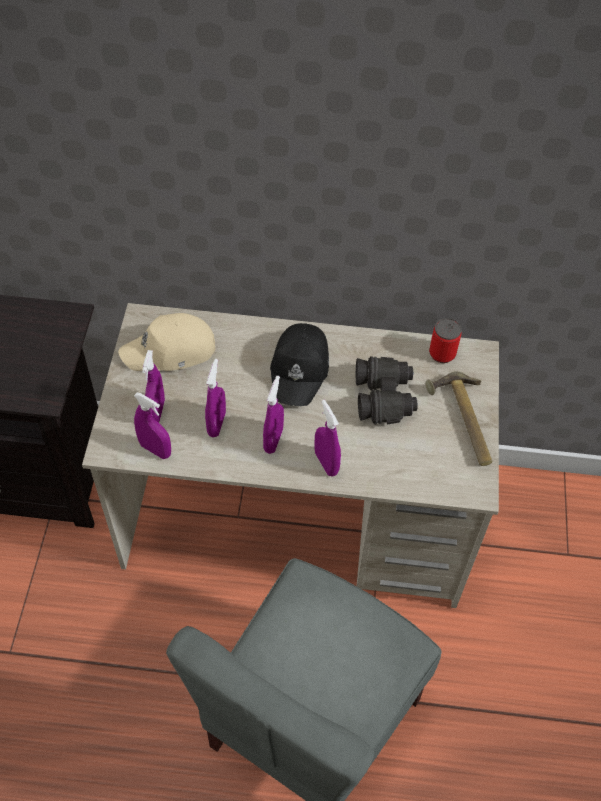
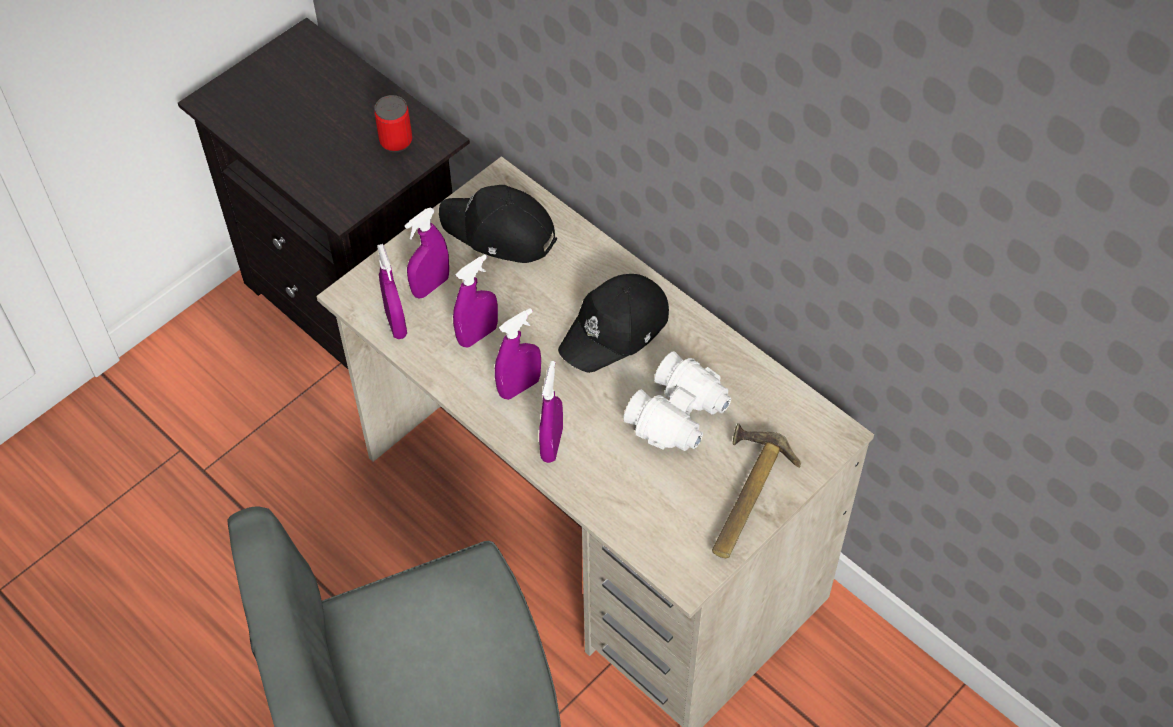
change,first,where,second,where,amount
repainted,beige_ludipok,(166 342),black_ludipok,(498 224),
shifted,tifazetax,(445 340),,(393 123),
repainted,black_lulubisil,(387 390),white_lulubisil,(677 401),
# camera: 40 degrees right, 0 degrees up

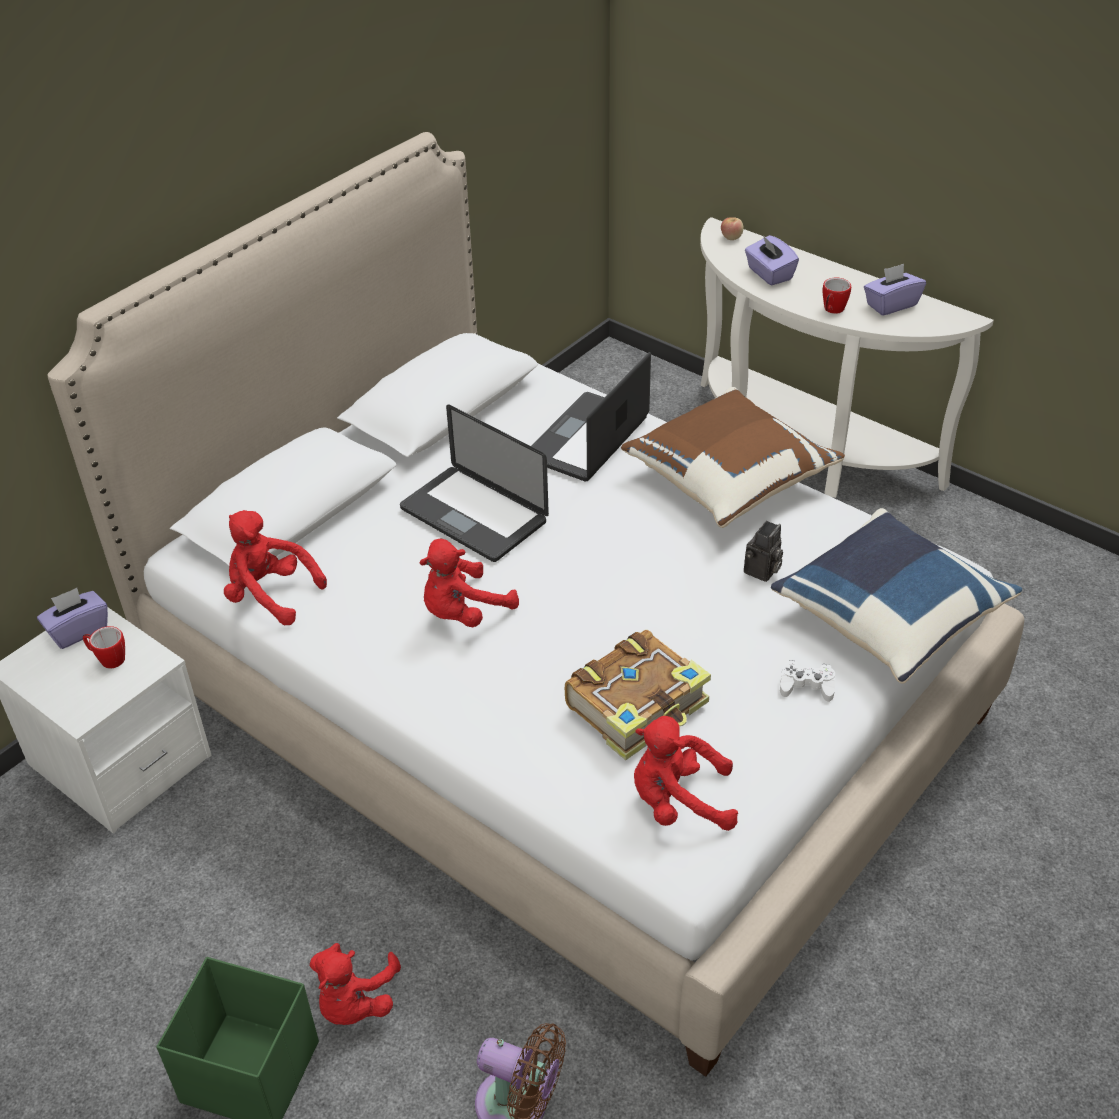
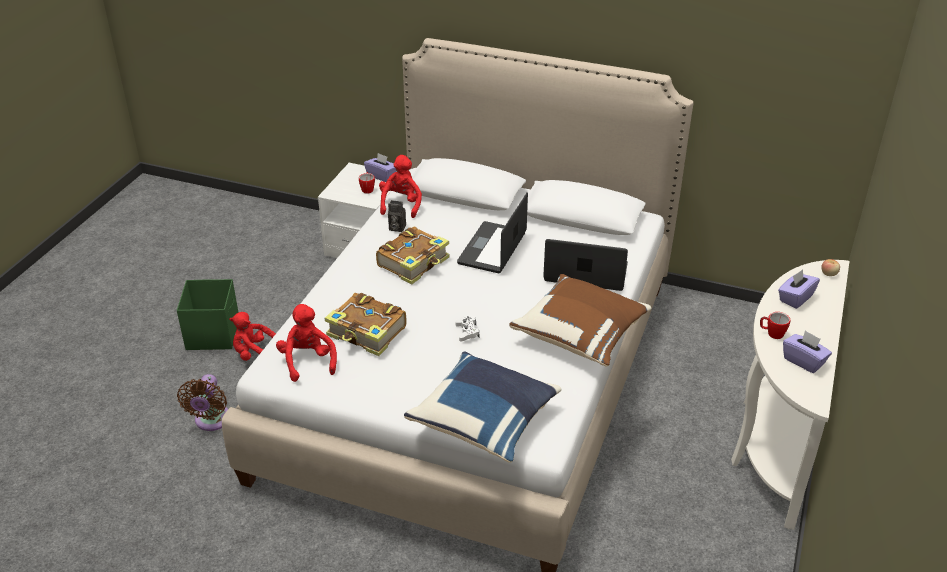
change,first,where,second,where,amount
shifted,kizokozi,(763 551),,(397 216),
swapped,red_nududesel,(469 583),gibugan,(412 255),
shifted,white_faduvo,(807 681),,(467 328),
# camera: 70 degrees right, 5 degrees down

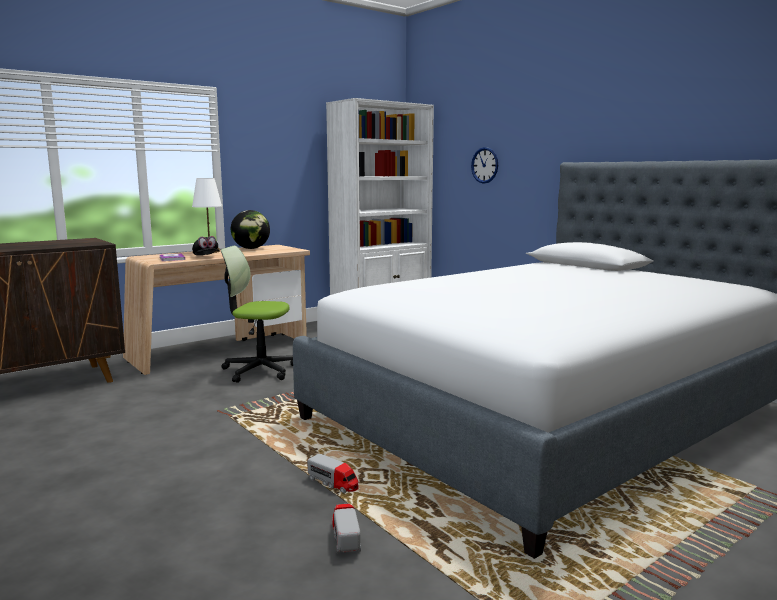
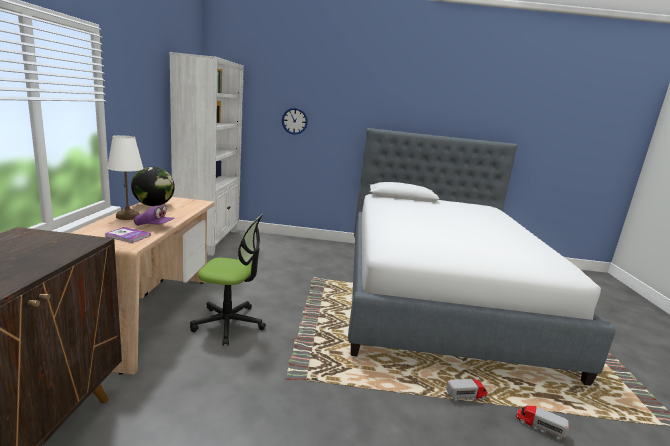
change,first,where,second,where,amount
repainted,black_ludipok,(206 245),purple_ludipok,(154 215),
rotated,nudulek,(257 314),,(228 279),135 degrees counterclockwise
# camera: 50 degrees left, 5 degrees up

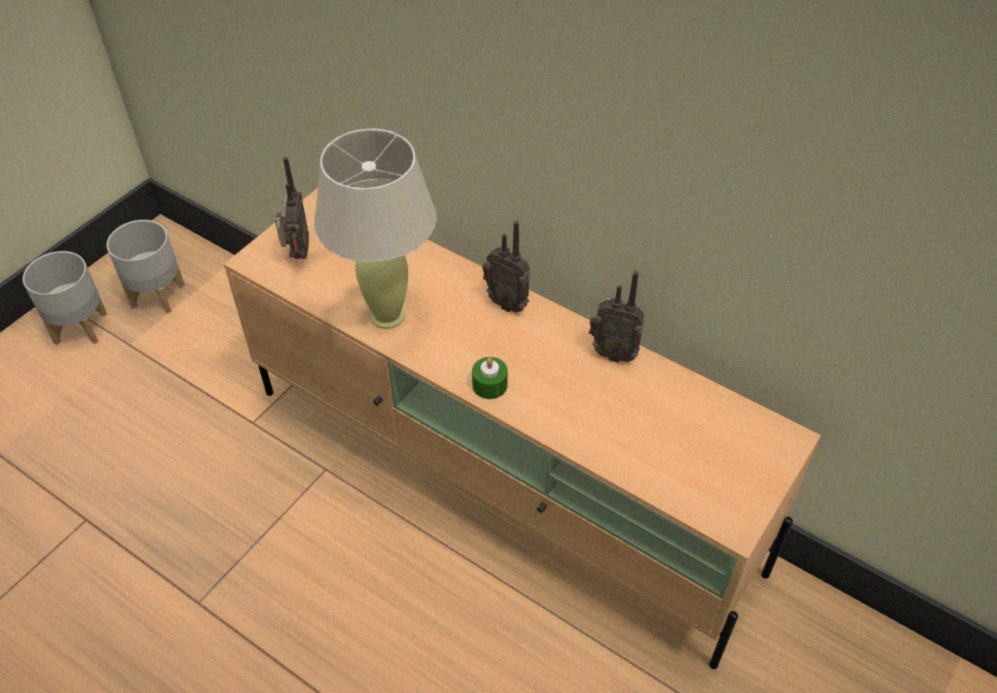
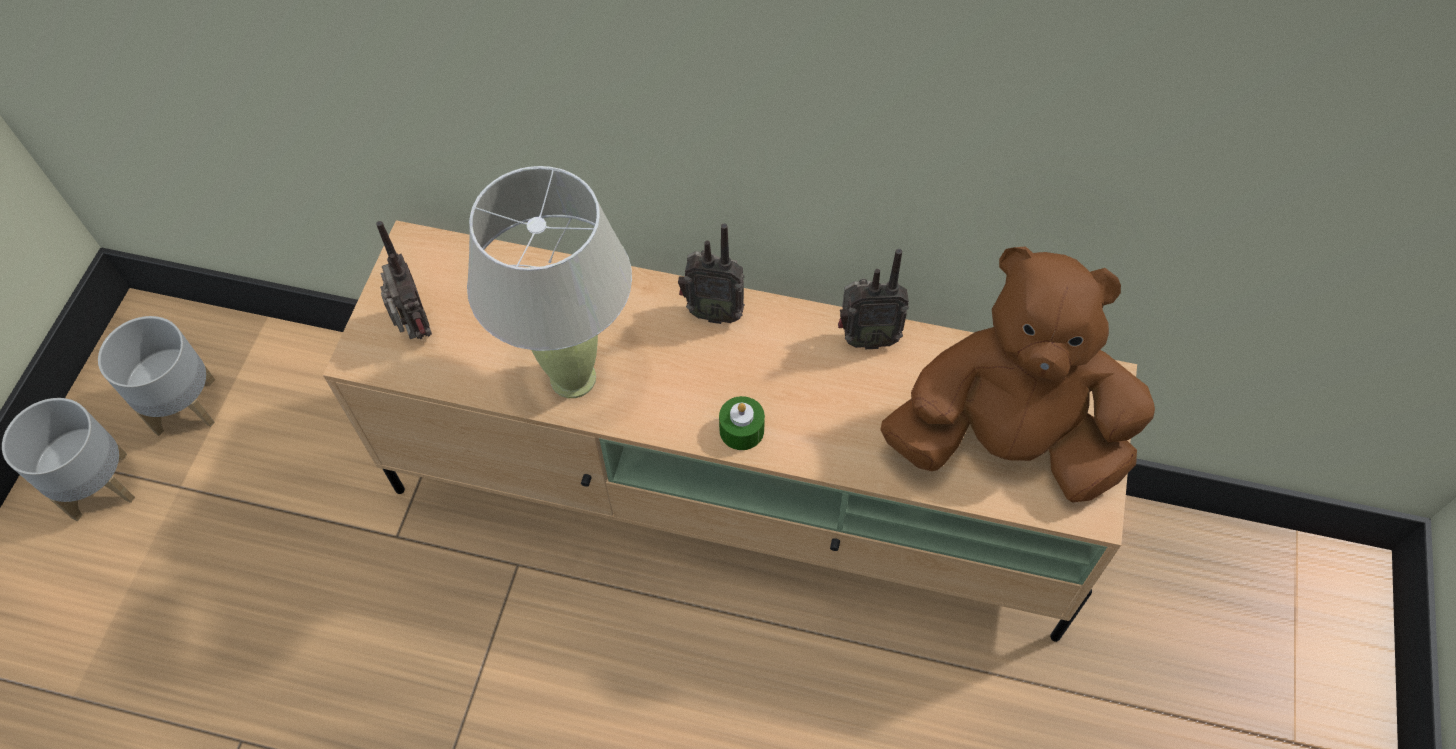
change,first,where,second,where,amount
new,,,brown_nududesel,(1017 374),
# camera: 20 degrees left, 10 degrees up

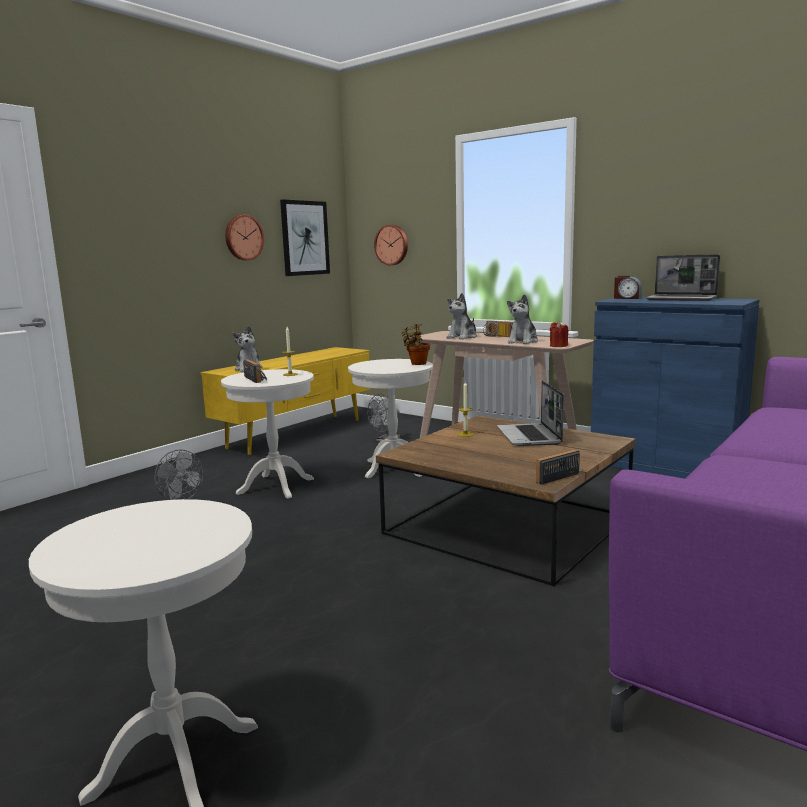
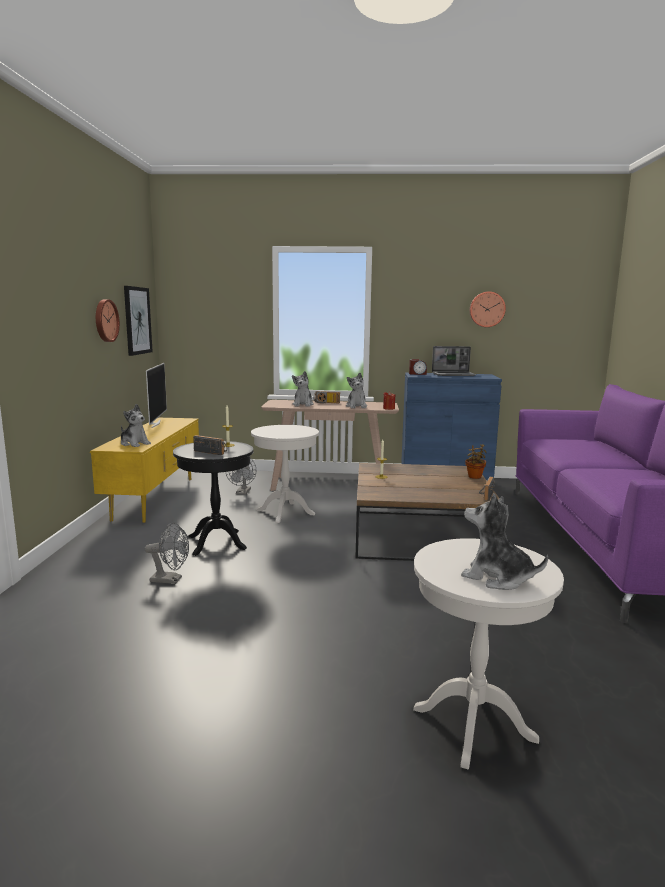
change,first,where,second,where,amount
shifted,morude,(391 245),,(488 309),
shifted,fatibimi,(416 344),,(475 461),
repainted,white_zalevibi,(267 434),black_zalevibi,(213 498),
gone,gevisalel,(530 413),,,
new,,,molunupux,(156 395),
new,,,nududesel,(504 541),
# camera: 35 degrees left, 0 degrees up

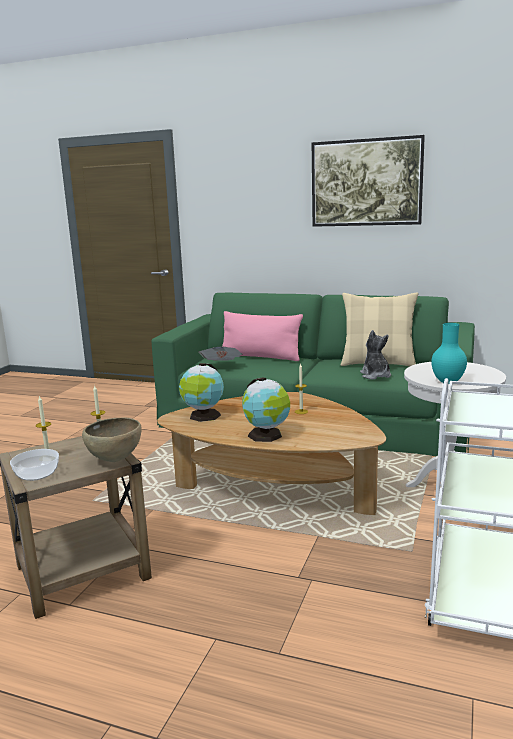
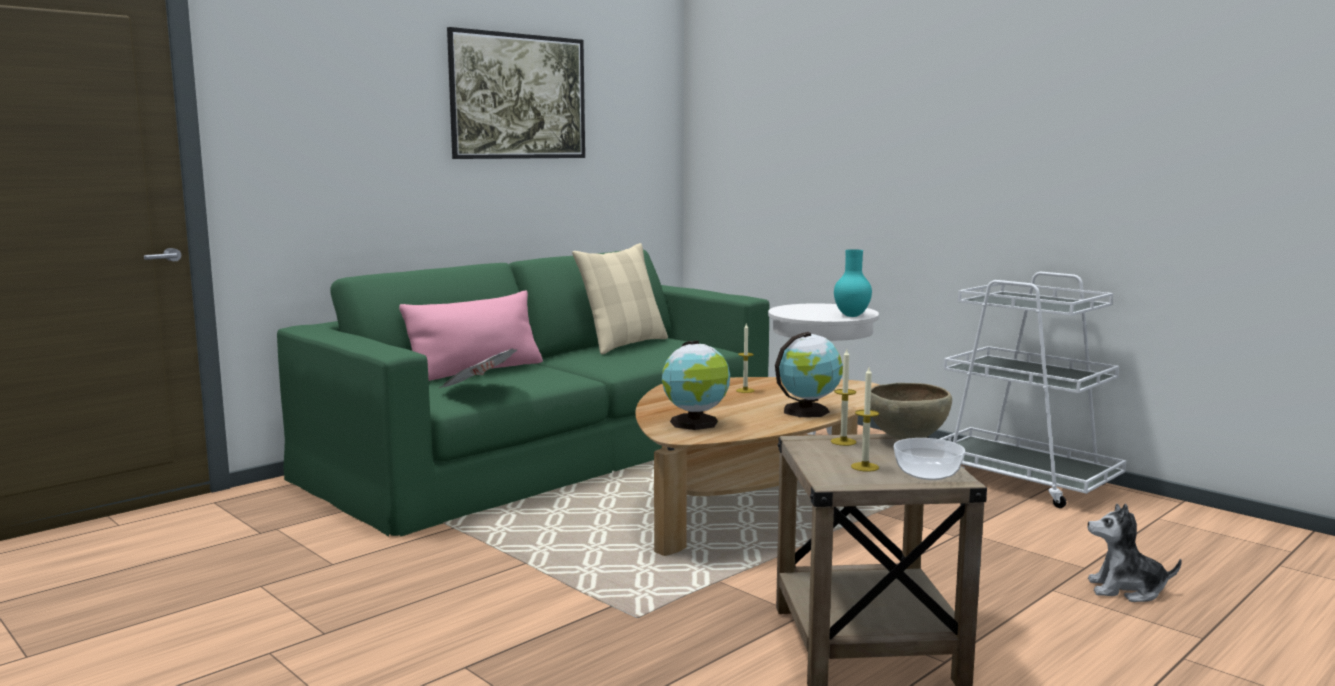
change,first,where,second,where,amount
shifted,nududesel,(375 355),,(1135 552),
# camera: 65 degrees left, 5 degrees down

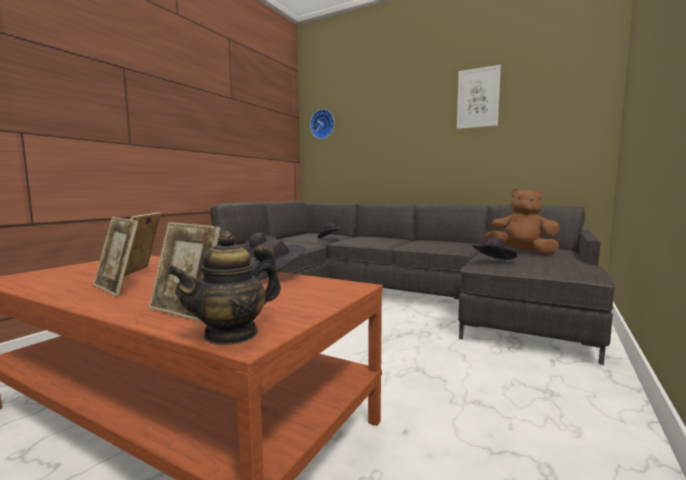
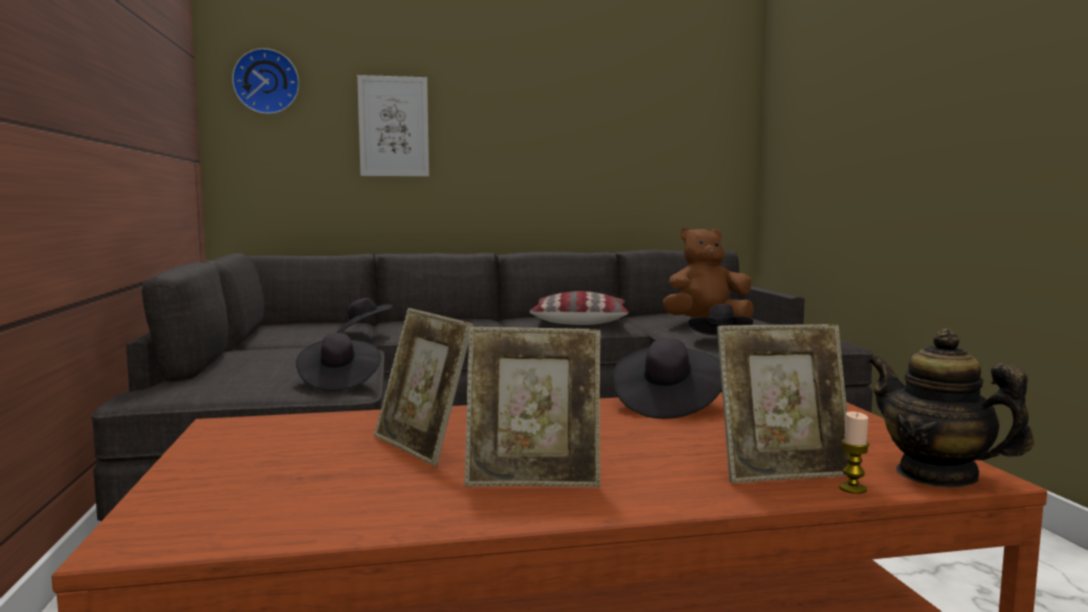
change,first,where,second,where,amount
shifted,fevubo,(479 97),,(393 126),
rotated,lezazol,(224 288),,(951 408),135 degrees clockwise
new,,,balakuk,(579 308),
new,,,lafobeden,(854 452),
# camera: 40 degrees left, 0 degrees up

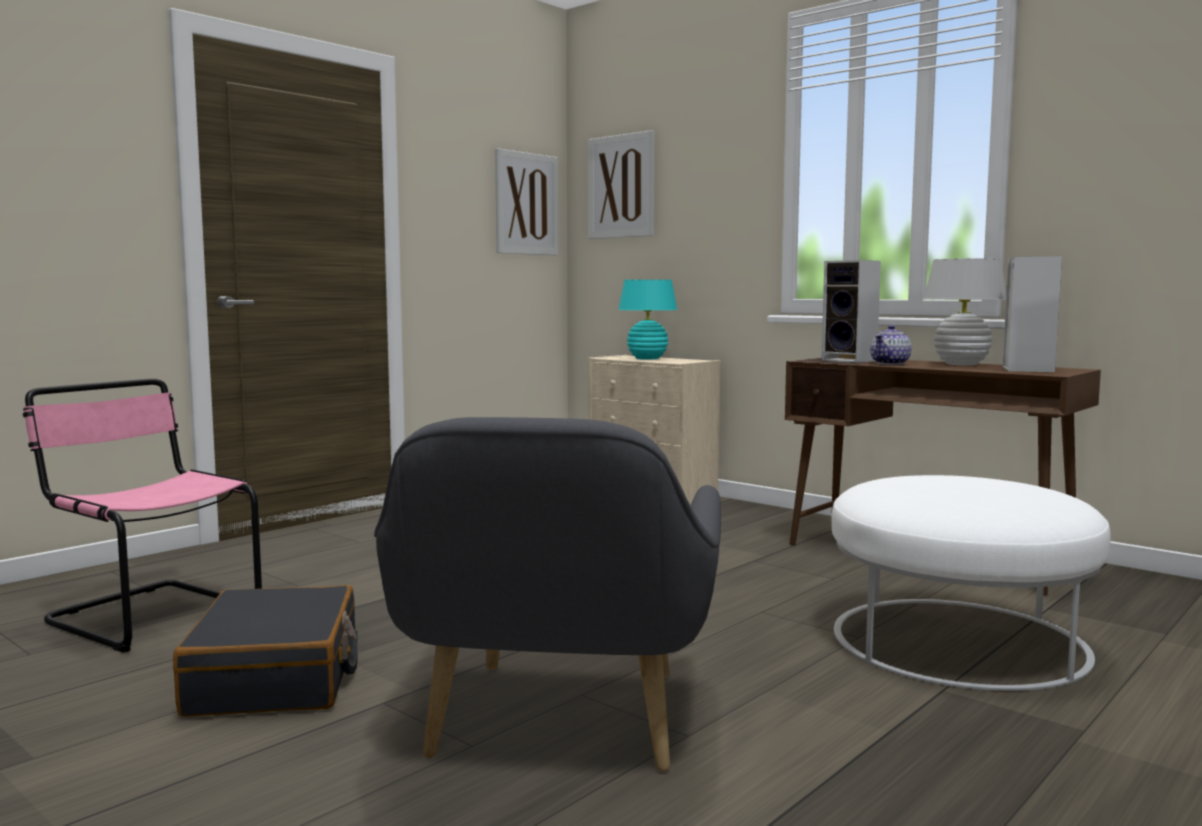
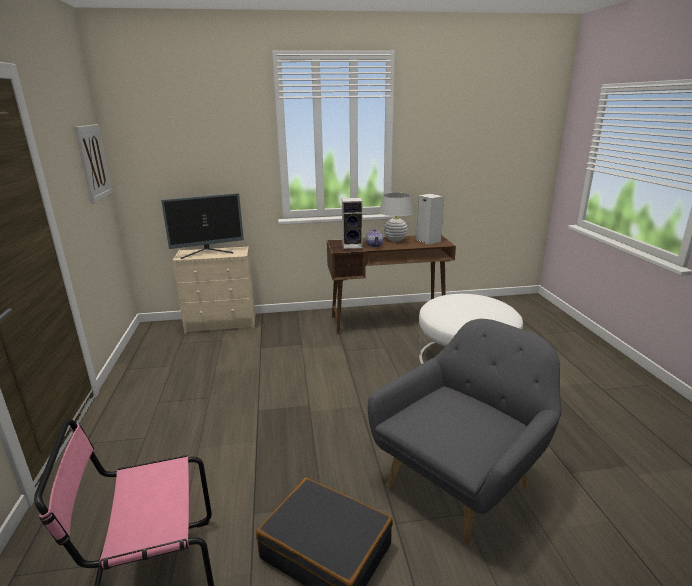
change,first,where,second,where,amount
gone,fevubo,(621 184),,,
swapped,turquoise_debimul,(647 320),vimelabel,(202 226),
rotated,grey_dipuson,(547 594),,(464 432),90 degrees counterclockwise
# camera: 50 degrees left, 15 degrees up

